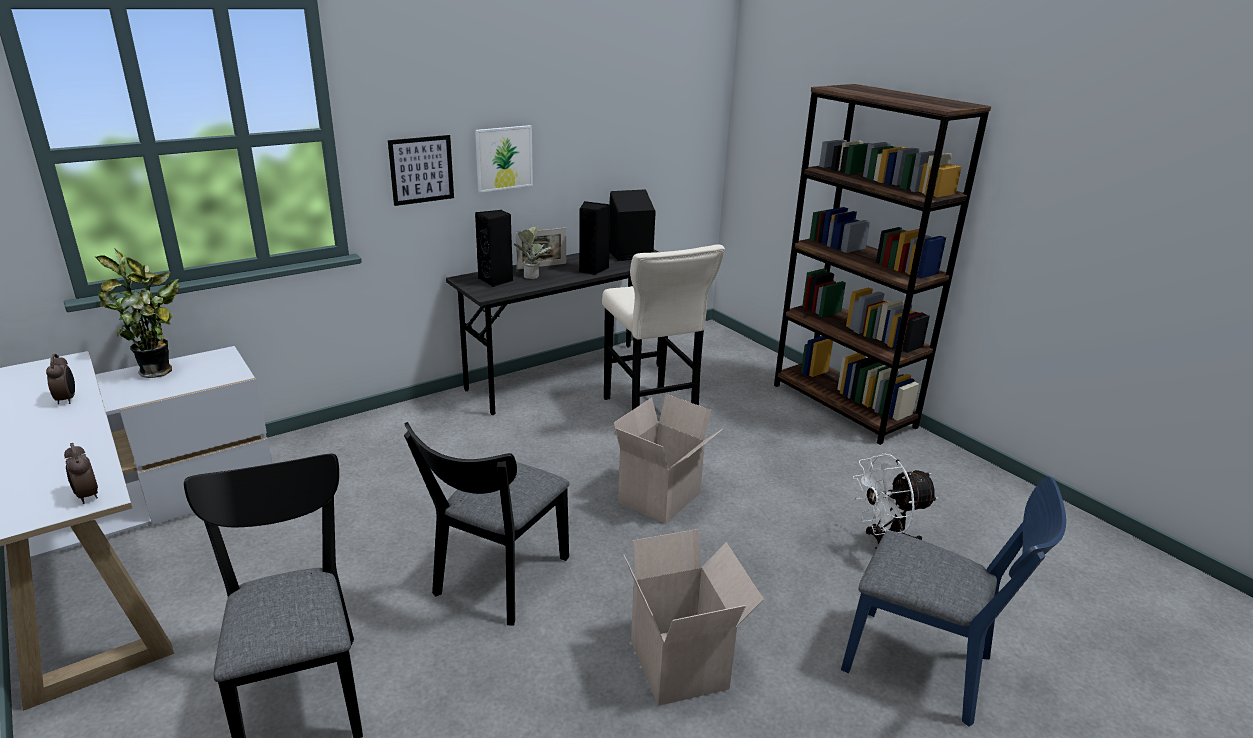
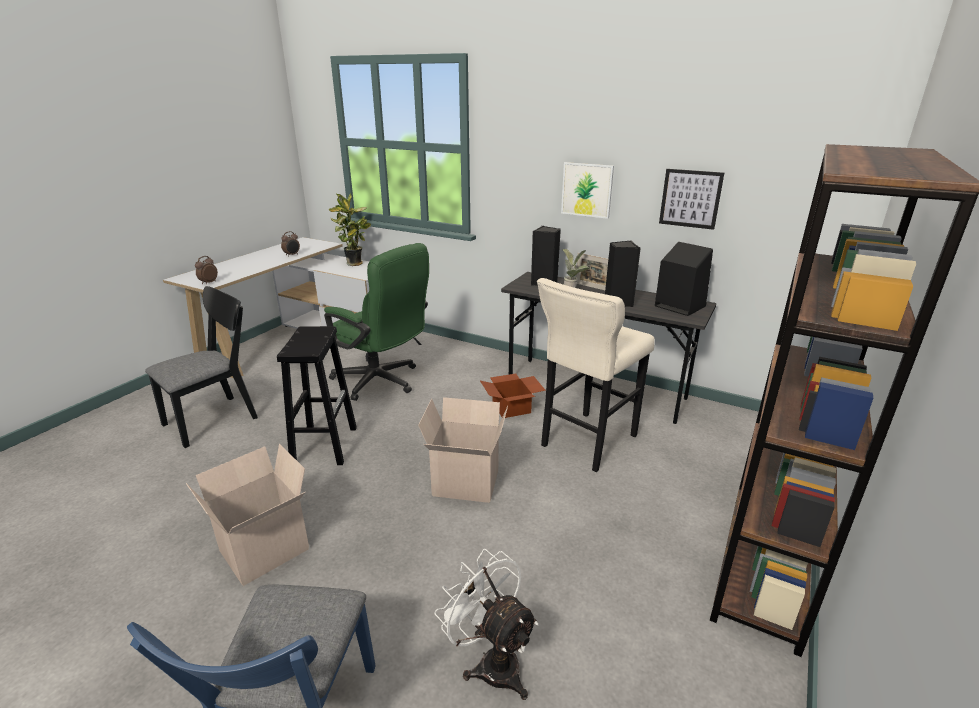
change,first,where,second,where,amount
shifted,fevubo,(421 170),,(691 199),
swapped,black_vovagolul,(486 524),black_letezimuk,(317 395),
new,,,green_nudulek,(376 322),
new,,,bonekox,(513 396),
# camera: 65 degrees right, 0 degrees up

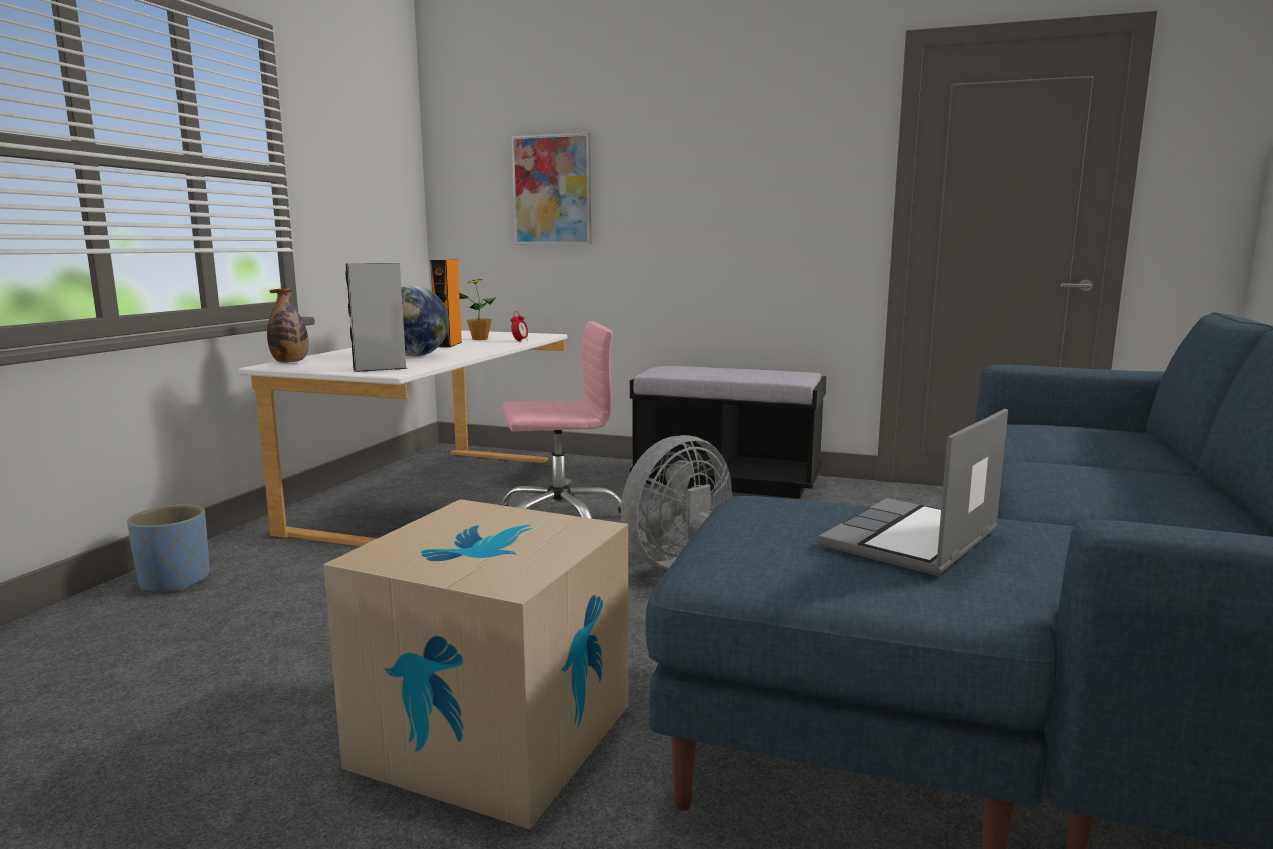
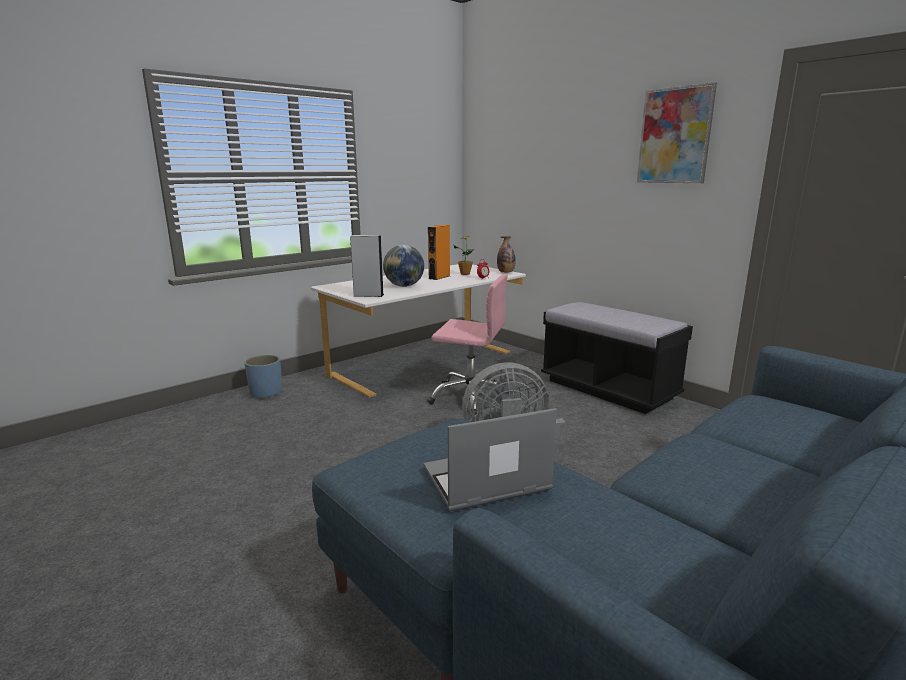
change,first,where,second,where,amount
shifted,fevubo,(551 189),,(677 132),
shifted,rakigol,(287 325),,(506 254),
gone,bonekox,(476 664),,,
# camera: 30 degrees right, 5 degrees up

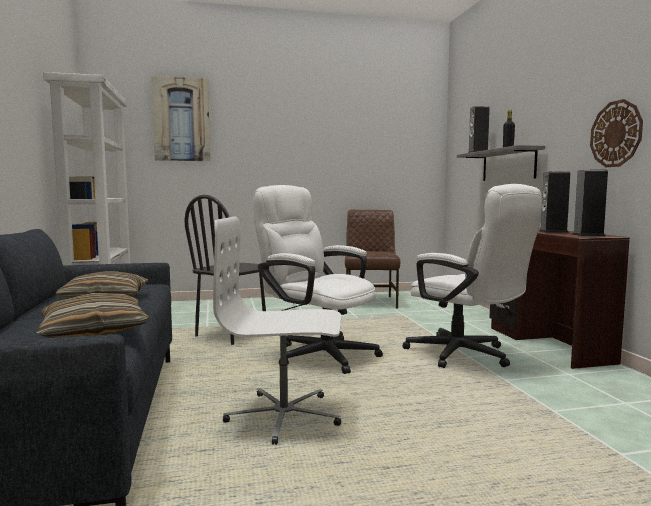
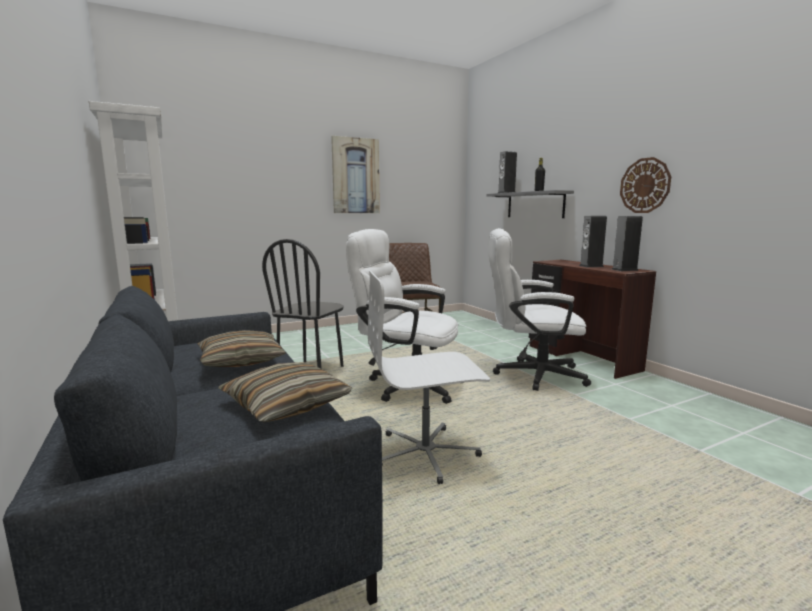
change,first,where,second,where,amount
shifted,fevubo,(180 118),,(355 174),
rotated,white_nudulek,(472 276),,(540 309),150 degrees clockwise
# camera: 15 degrees left, 5 degrees up

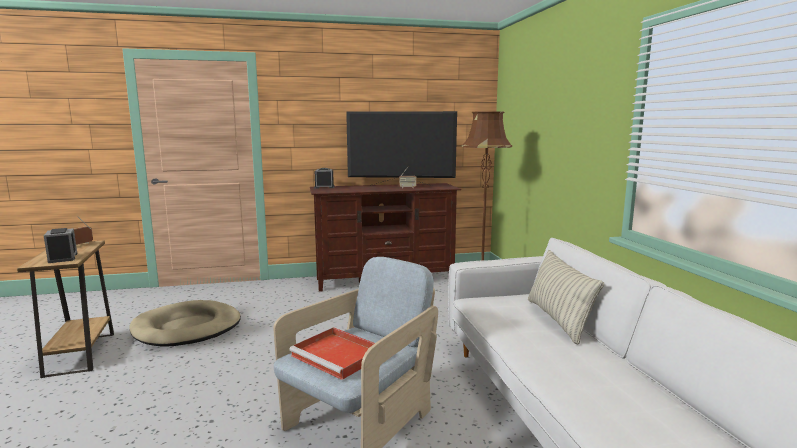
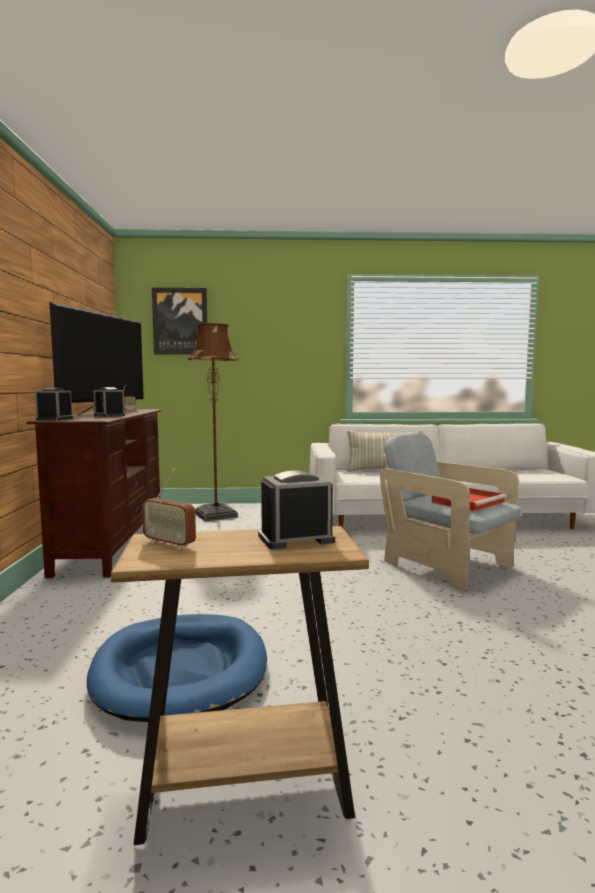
change,first,where,second,where,amount
repainted,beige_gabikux,(185 323),blue_gabikux,(177 668),
new,,,fevubo,(179 321),
new,,,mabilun,(109 402),
# camera: 80 degrees left, 5 degrees down

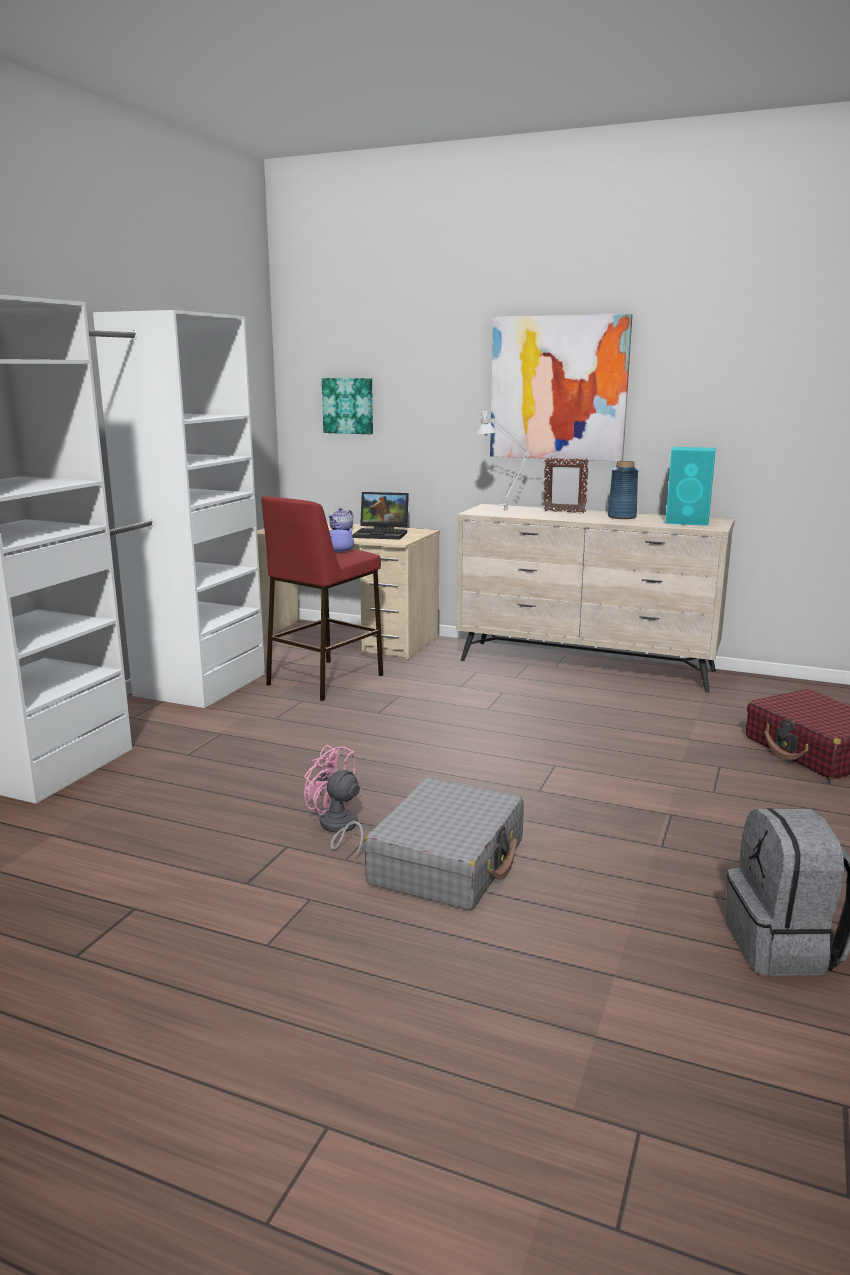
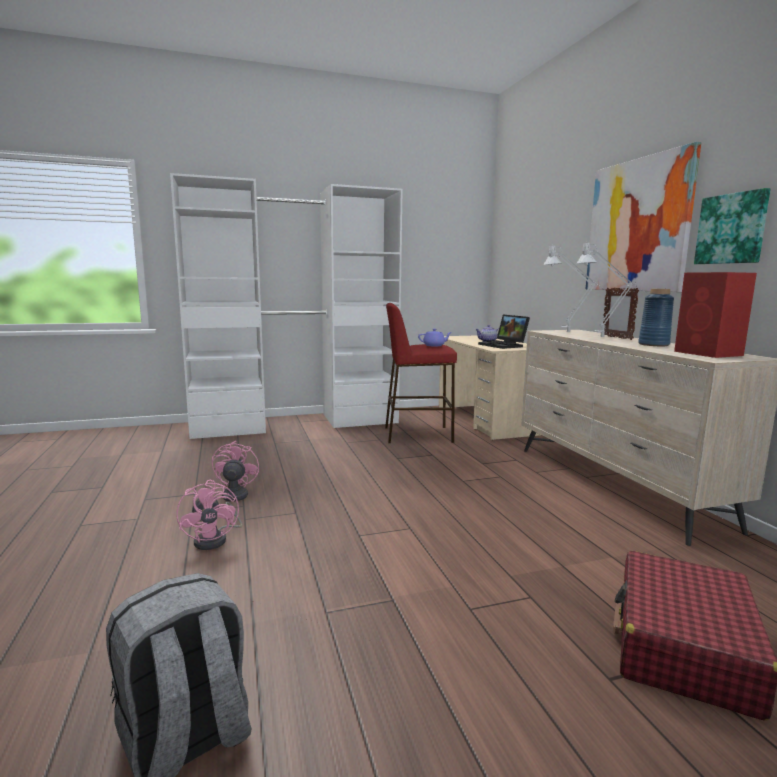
change,first,where,second,where,amount
shifted,fevubo,(347 406),,(732 226),
repainted,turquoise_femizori,(690 486),red_femizori,(715 315),
swapped,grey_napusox,(444 844),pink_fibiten,(209 515),
new,,,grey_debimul,(612 289),
# camera: 50 degrees right, 5 degrees down

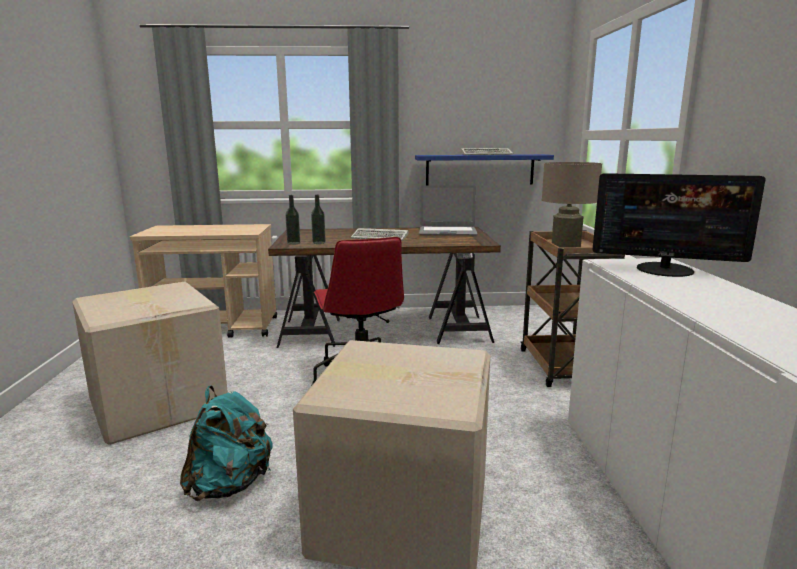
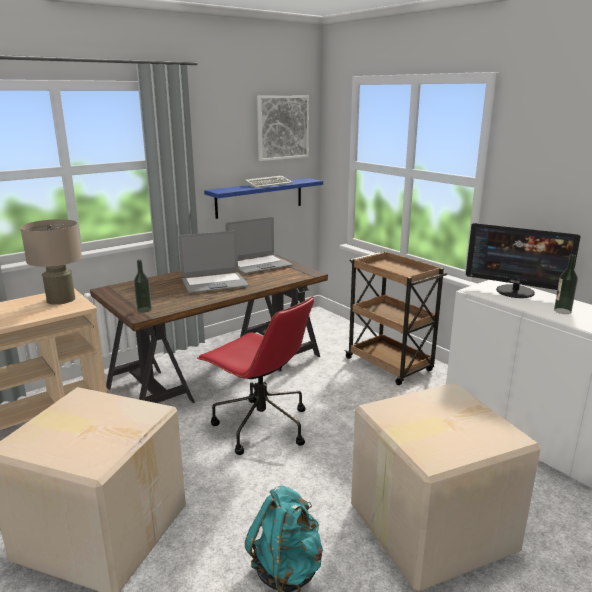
change,first,where,second,where,amount
shifted,beige_debimul,(572 205),,(51 262),
rotated,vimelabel,(679 225),,(523 260),45 degrees clockwise
shifted,rakigol,(318 219),,(566 284),
swapped,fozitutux,(379 234),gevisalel,(213 262),
new,,,fevubo,(283 128),
# camera: 35 degrees left, 5 degrees up

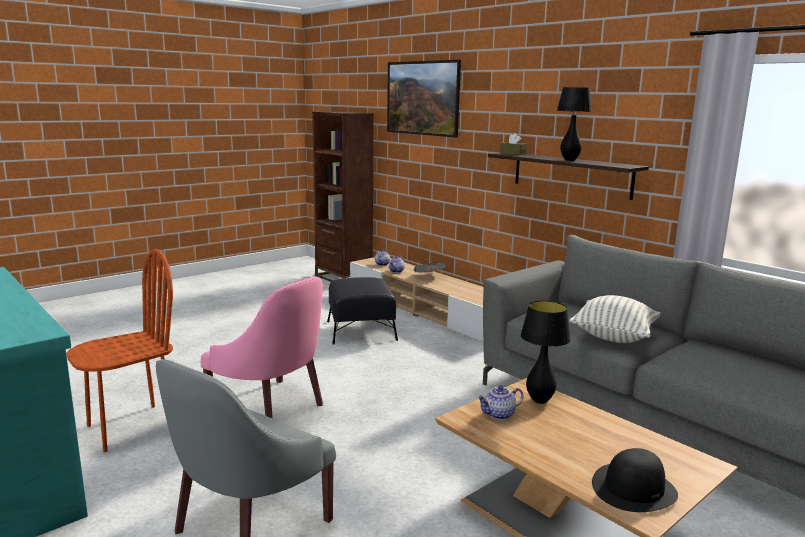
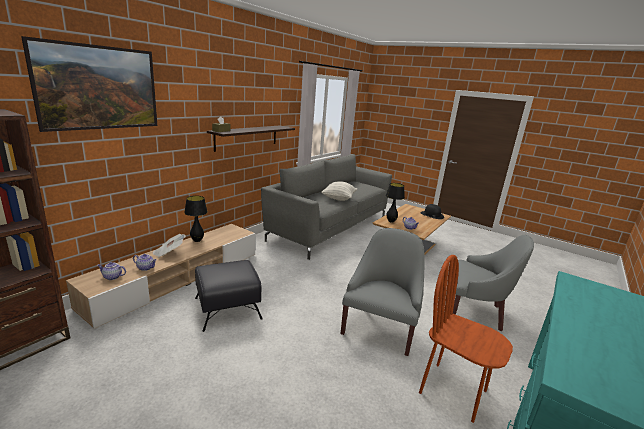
change,first,where,second,where,amount
shifted,black_debimul,(574 124),,(196 219),
repainted,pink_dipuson,(262 348),grey_dipuson,(382 292),
# camera: 105 degrees left, 5 degrees up

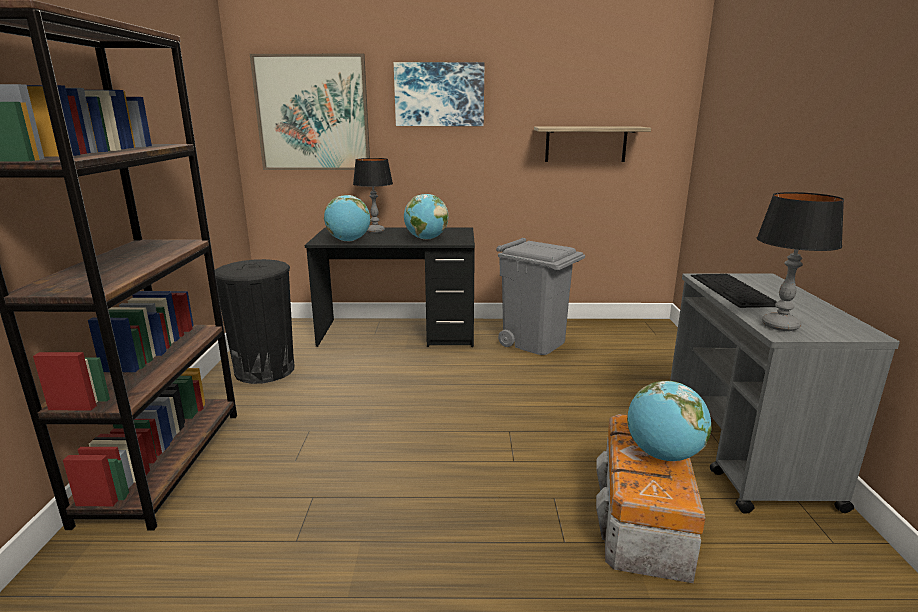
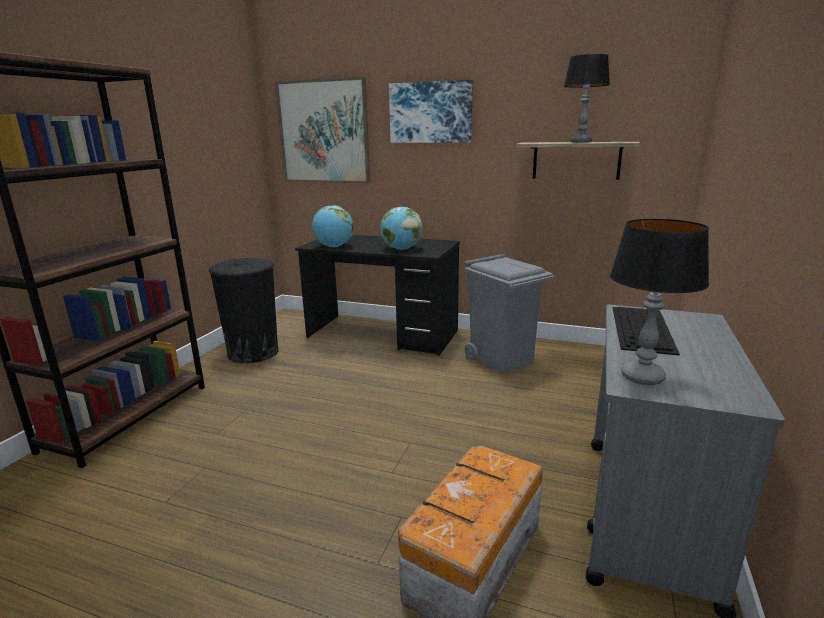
change,first,where,second,where,amount
shifted,debimul,(373 195),,(587 98),
gone,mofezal,(669 421),,,
# camera: 20 degrees right, 0 degrees up

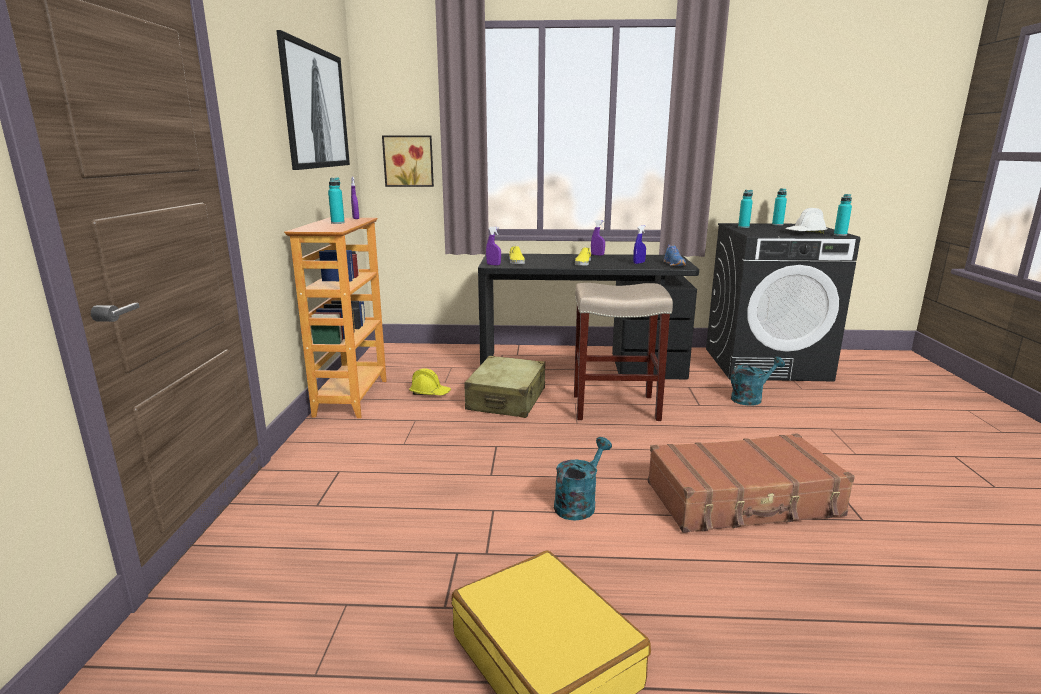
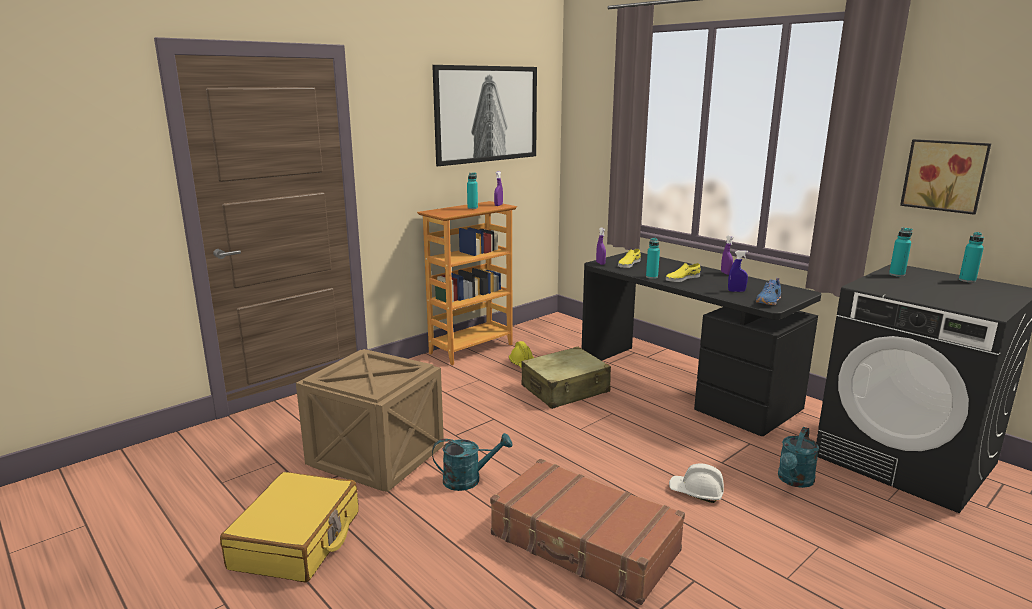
change,first,where,second,where,amount
shifted,fevubo,(408 161),,(945 177),
shifted,turquoise_rakigol,(843 215),,(653 258),
shifted,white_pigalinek,(806 221),,(696 483),
gone,beige_letezimuk,(623 352),,,
rotated,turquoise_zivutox,(758 381),,(798 457),105 degrees clockwise
new,,,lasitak,(370 420),
# camera: 45 degrees right, 0 degrees up

